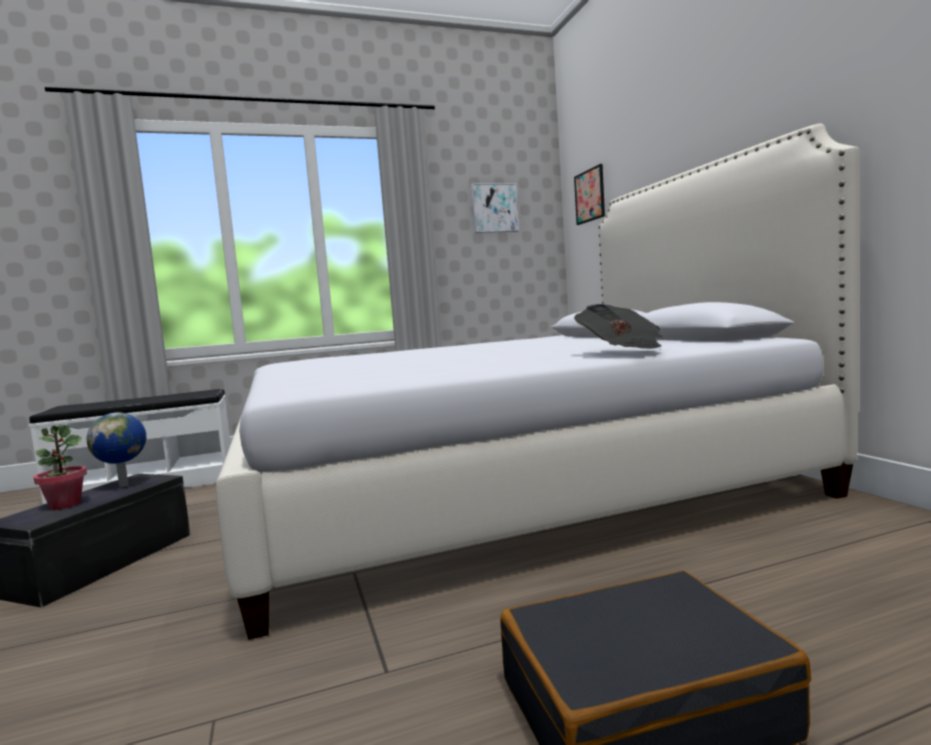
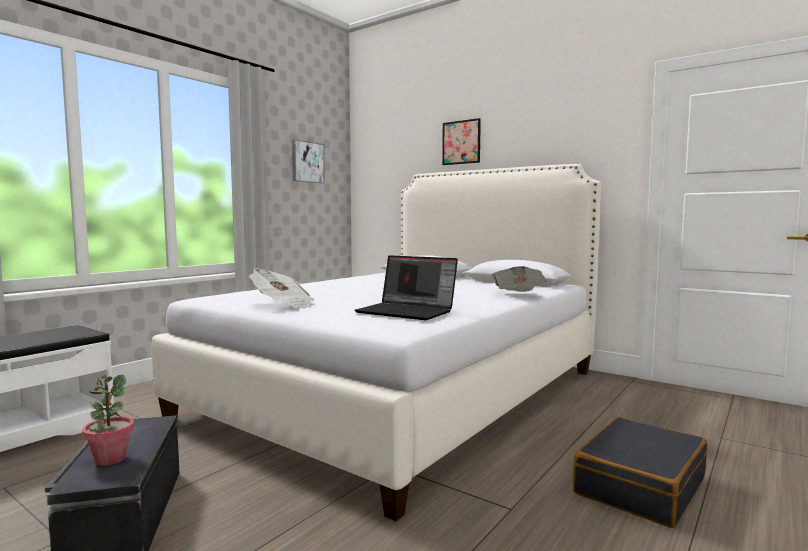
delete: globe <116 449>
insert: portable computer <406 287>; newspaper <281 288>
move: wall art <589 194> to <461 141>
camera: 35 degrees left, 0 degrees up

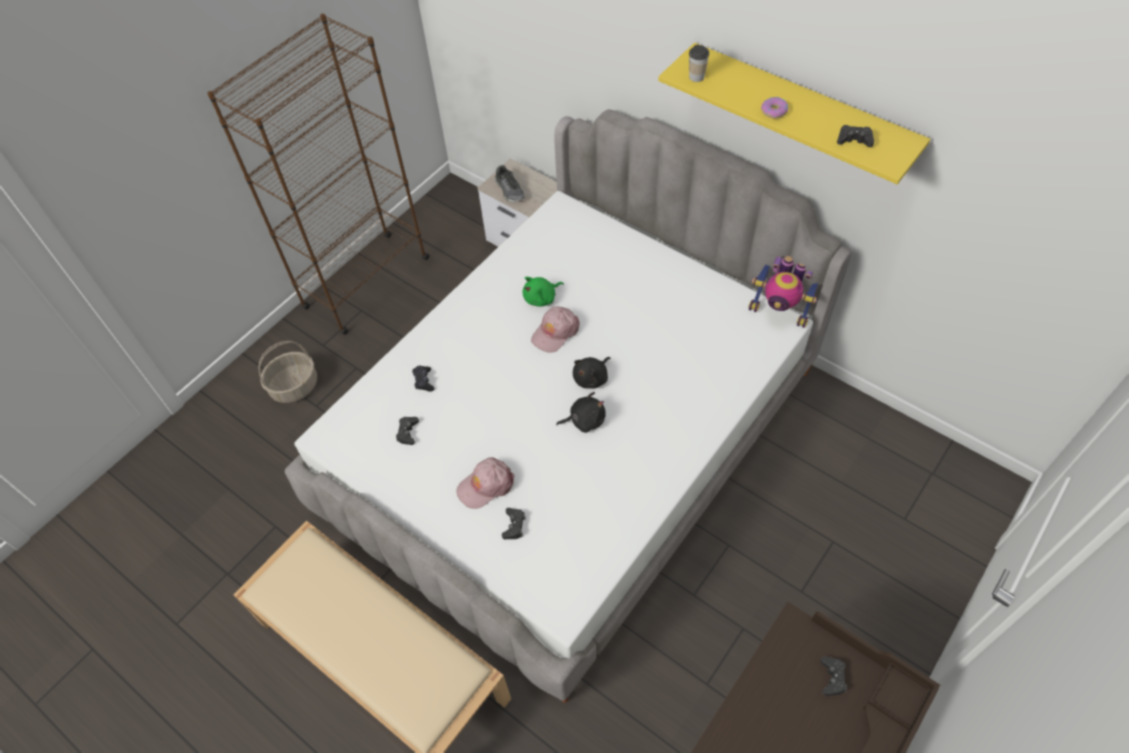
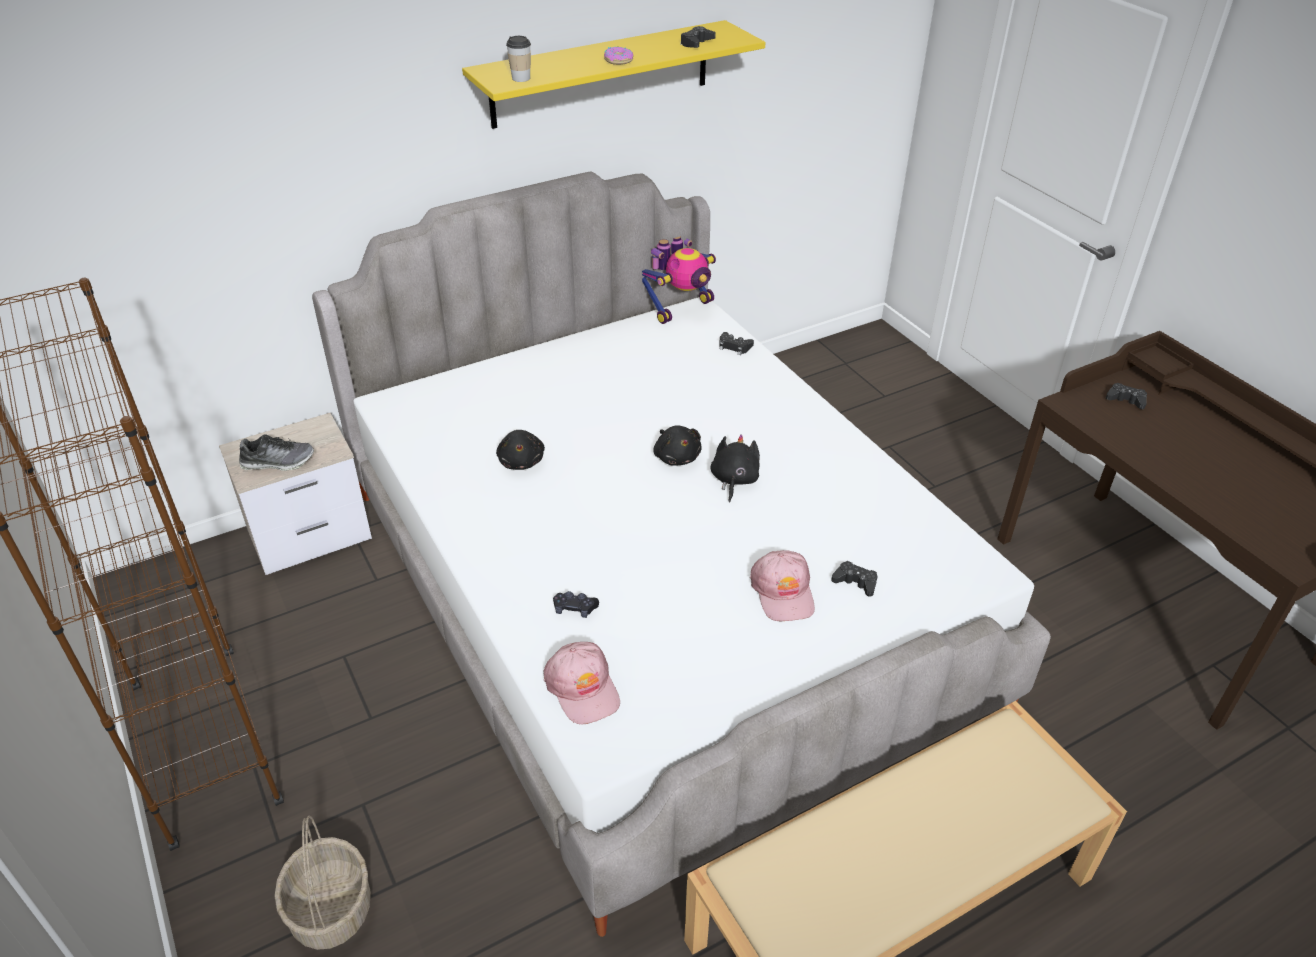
move: peaked cap (pink) <555 329> to <582 683>; joypad (blackish) <407 431> to <736 343>
recolor: soft toy (green-coloured) <543 292> to soft toy (blackish) <520 450>
camera: 70 degrees left, 15 degrees down

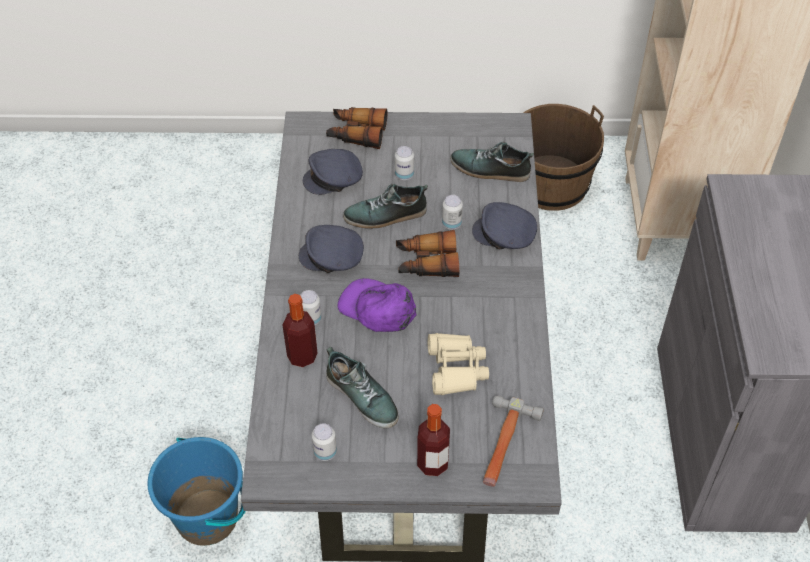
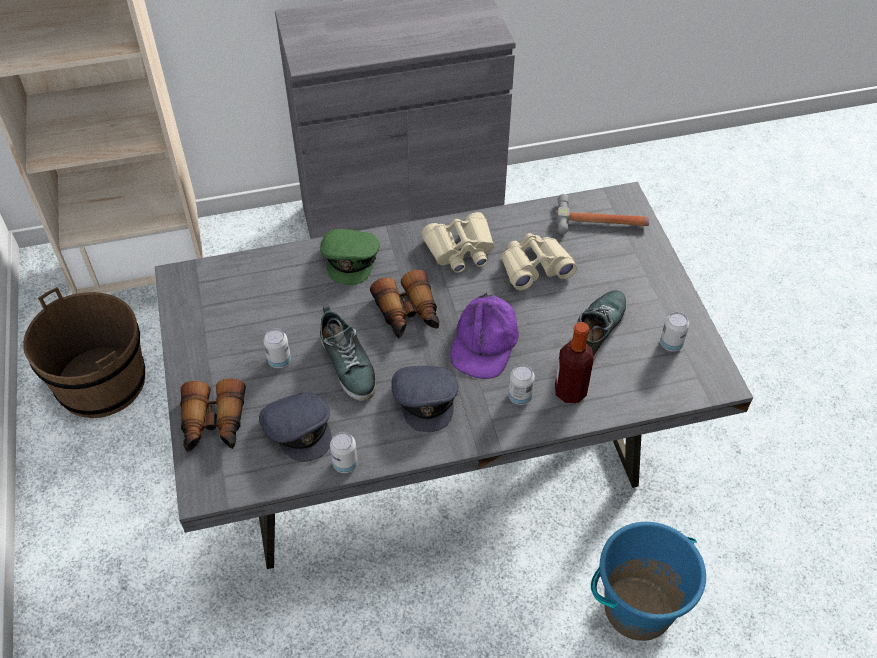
delete: shoe <492 161>; drink bottle <433 440>
insert: pair of binoculars (beige-coloured) <458 242>
move: metal can <452 212> to <344 452>
recolor: peaked cap (gray) <504 225> to peaked cap (green-coloured) <350 257>
camera: 105 degrees left, 0 degrees up

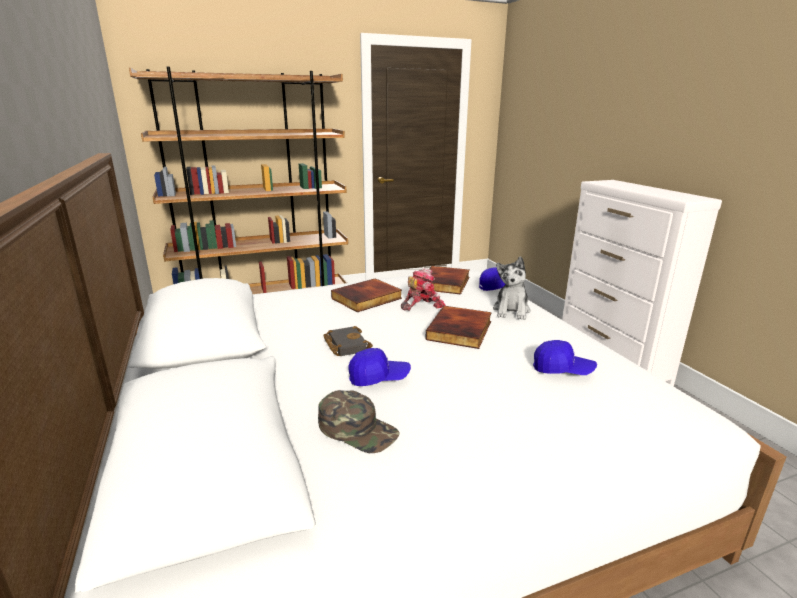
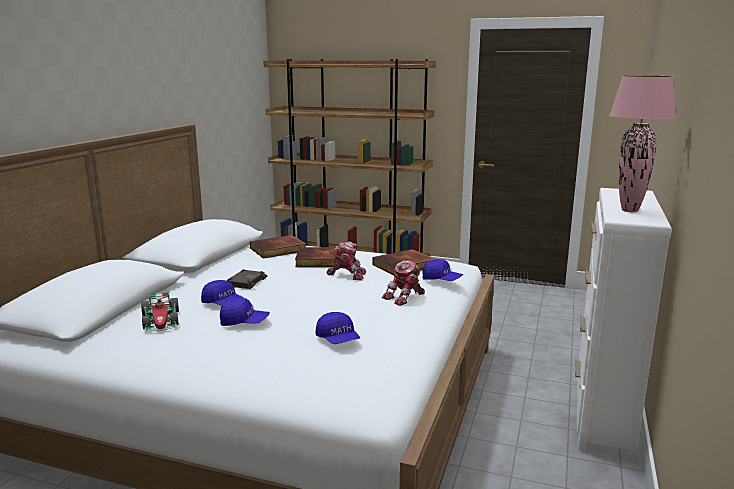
insert: tabletop lamp (pink) <642 144>; peaked cap (blue-coloured) <245 312>
move: book <459 327> to <278 246>
replace: soft toy <512 288> to robot figure <403 283>; peaked cap (green-coloured) <359 421> to model car <160 311>
camera: 40 degrees right, 5 degrees down

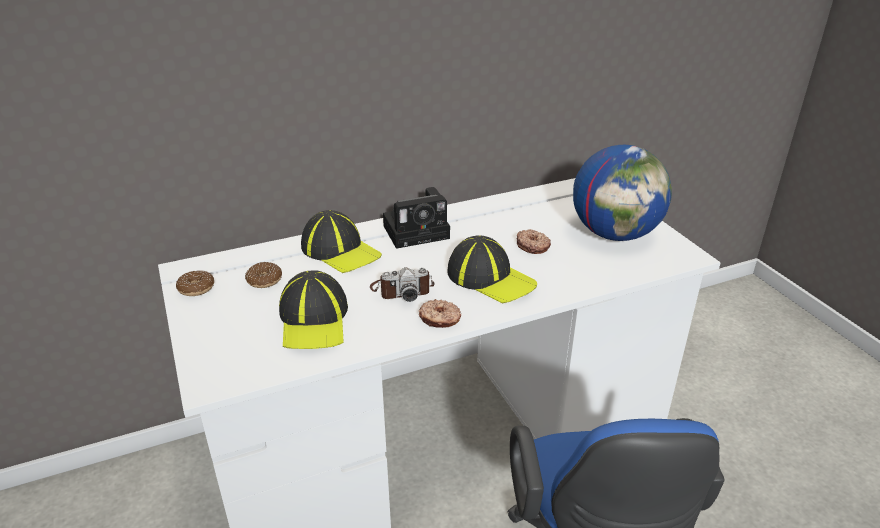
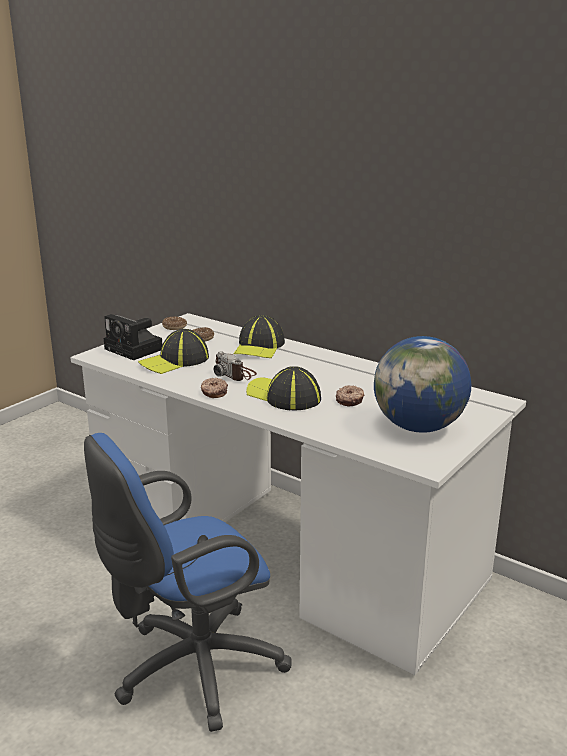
move: still camera <416 218> to <133 337>
rotate: peaked cap <492 269> = <283 388> 120 degrees clockwise
camera: 60 degrees right, 10 degrees down

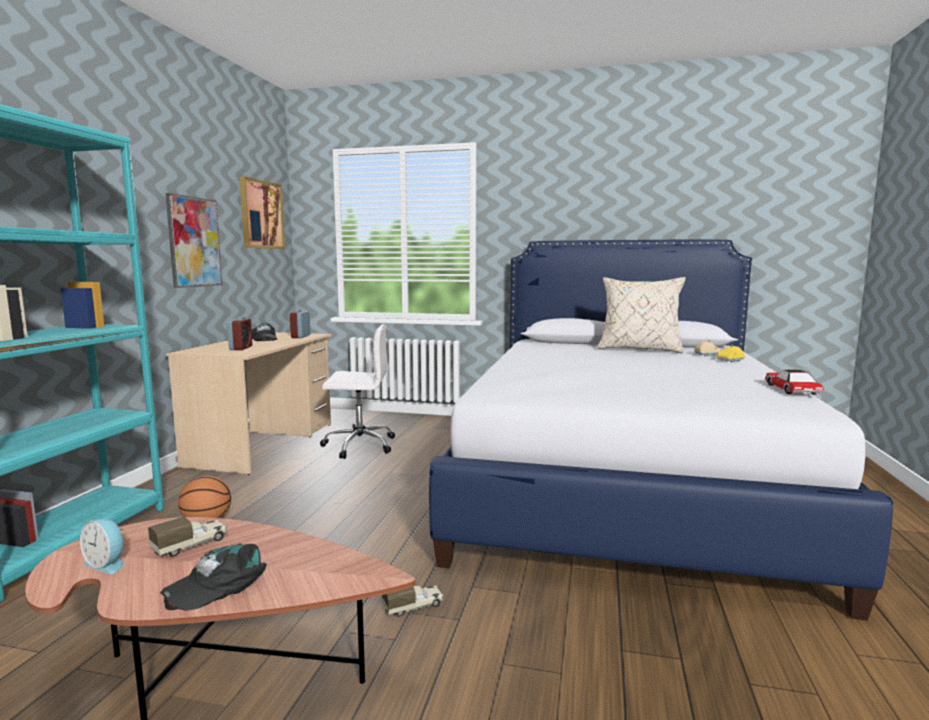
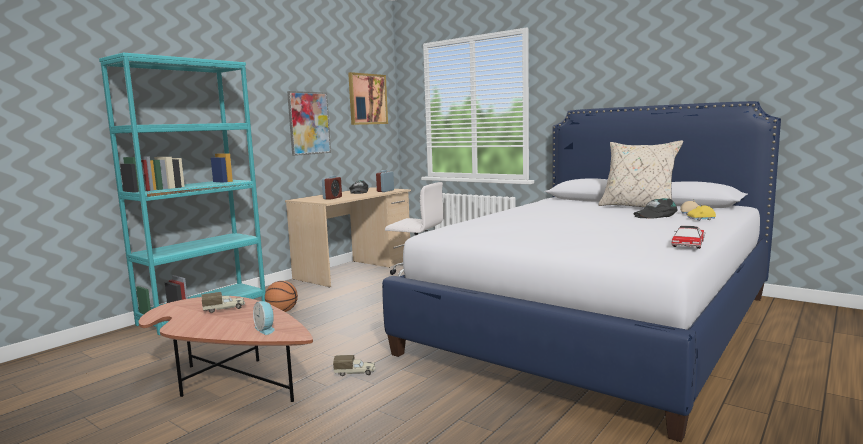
move: table clock <102 546> to <264 318>; peaked cap (blackish) <213 577> to <656 208>
camera: 25 degrees right, 0 degrees up

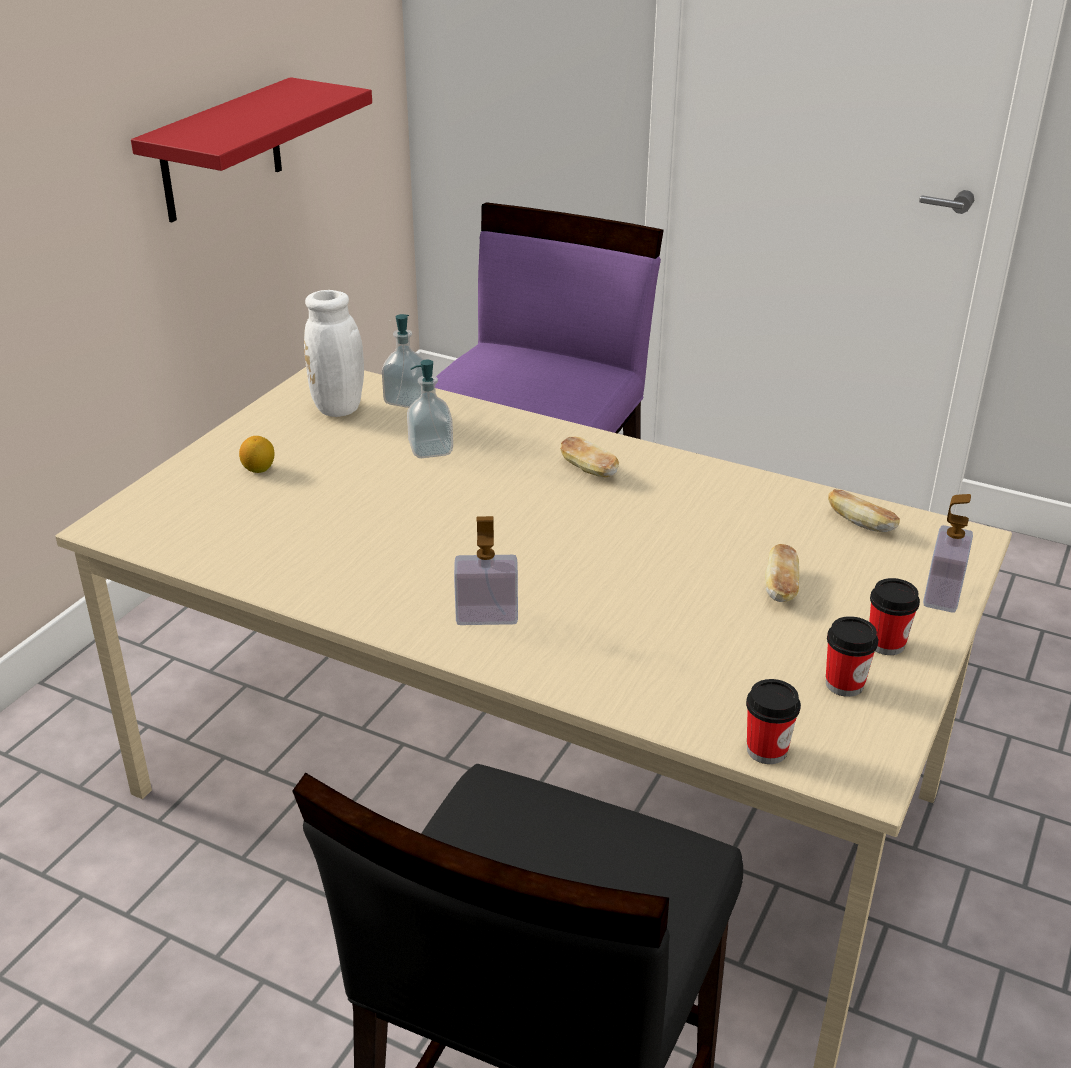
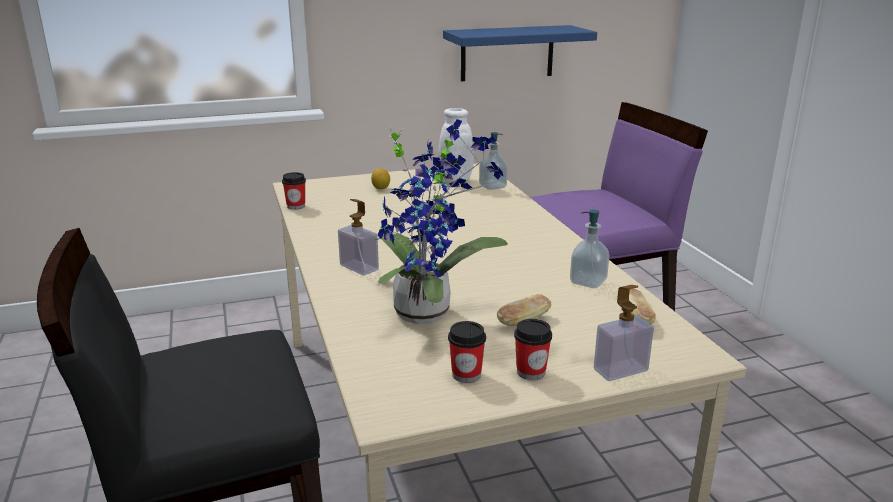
delete: bread <589 457>
insert: houseplant <441 221>
move: liquid soap bottle <430 409> to <589 249>; small cup <773 721> to <294 191>
recolor: bracket shelf (reddish) <251 149> to bracket shelf (blue-coloured) <520 53>
camera: 45 degrees right, 10 degrees down

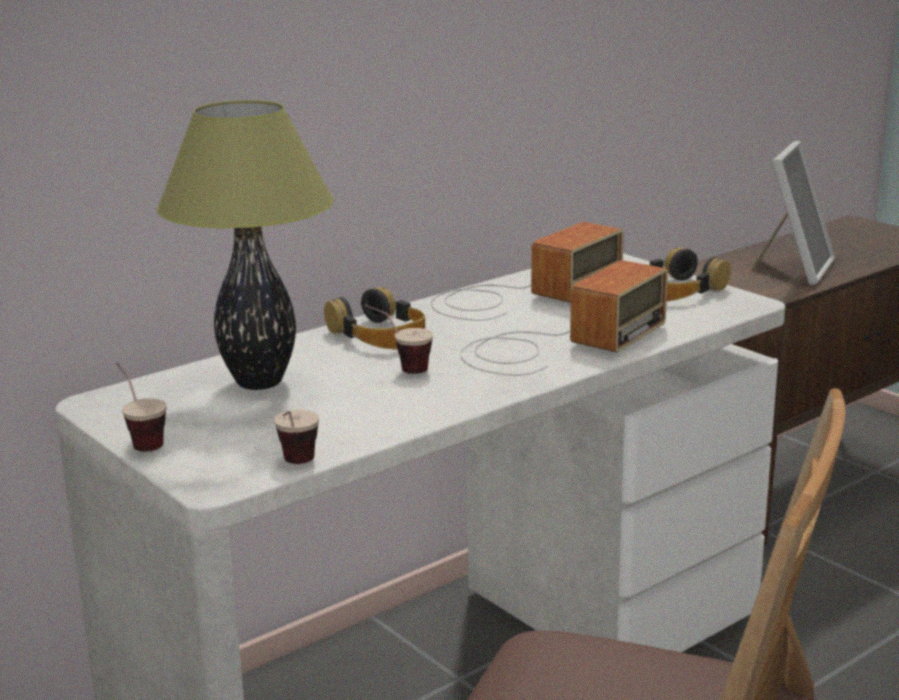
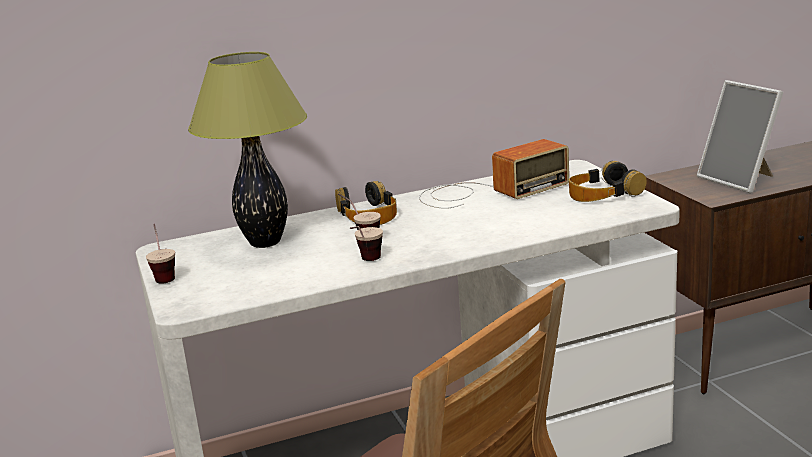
delete: radio <564 318>
move: small cup <296 437> to <366 243>
rotate: photo frame <792 213> = <740 136> 105 degrees clockwise
camera: 20 degrees right, 0 degrees up

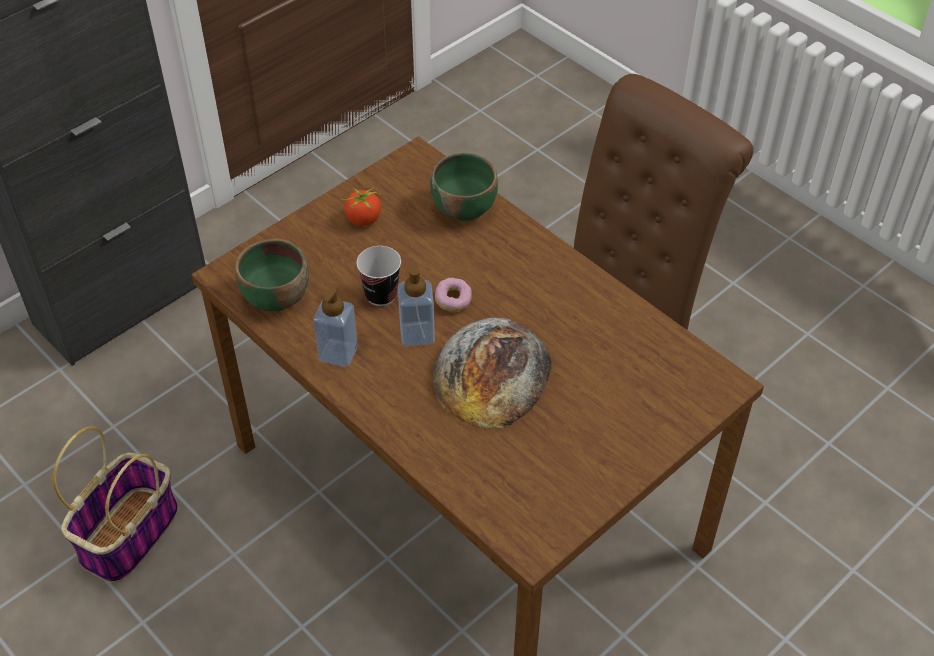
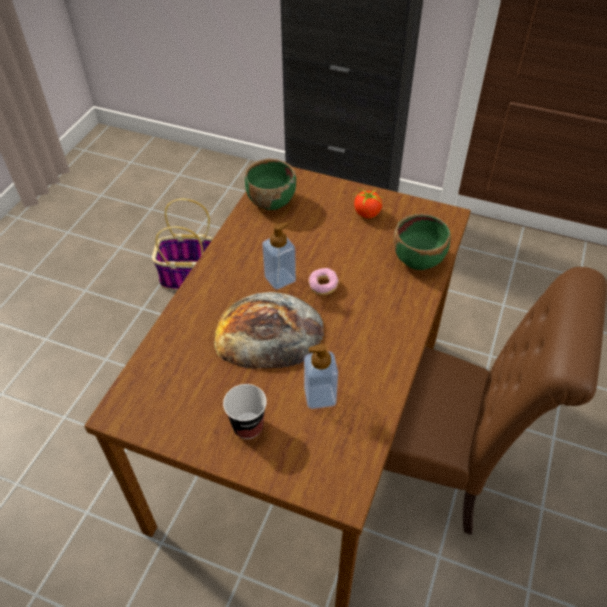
move: small cup <378 276> to <245 411>; liquid soap bottle <335 327> to <321 376>
camera: 65 degrees right, 0 degrees up

